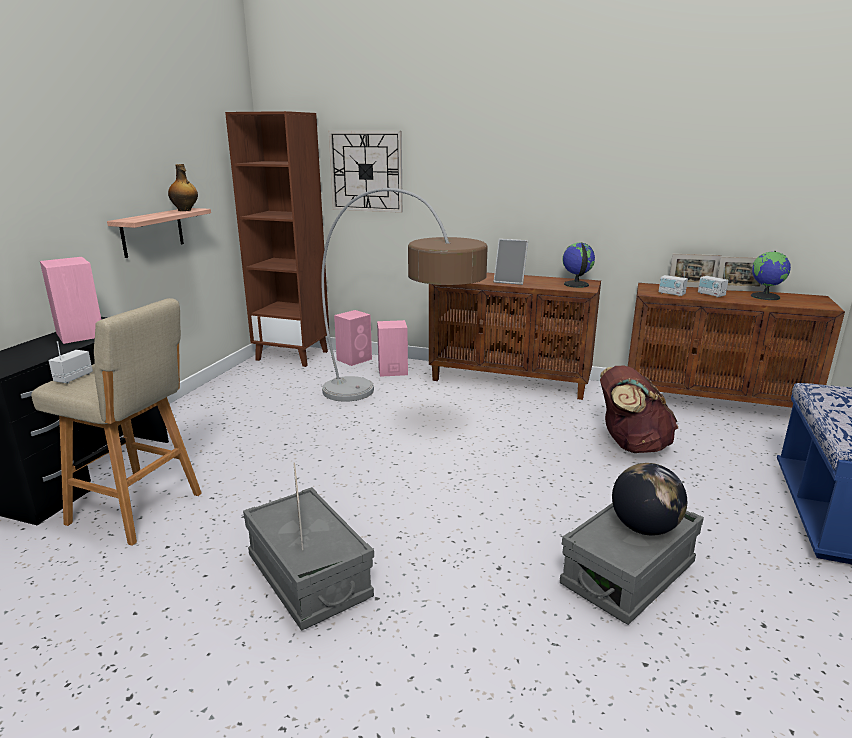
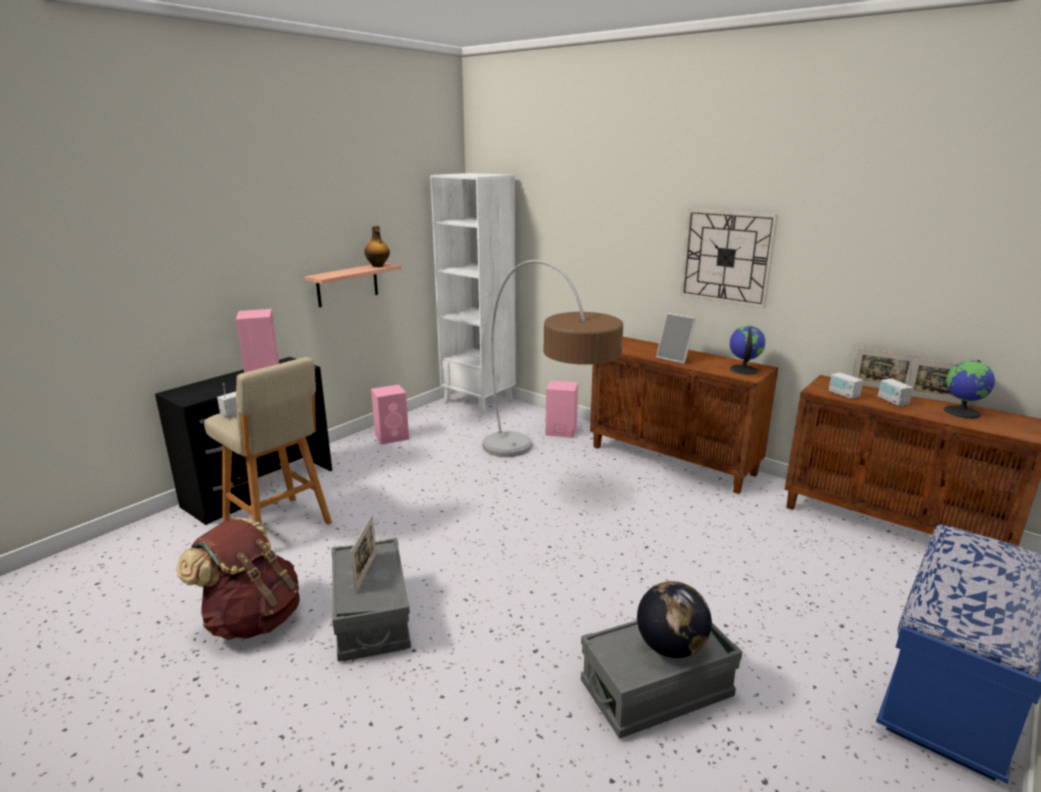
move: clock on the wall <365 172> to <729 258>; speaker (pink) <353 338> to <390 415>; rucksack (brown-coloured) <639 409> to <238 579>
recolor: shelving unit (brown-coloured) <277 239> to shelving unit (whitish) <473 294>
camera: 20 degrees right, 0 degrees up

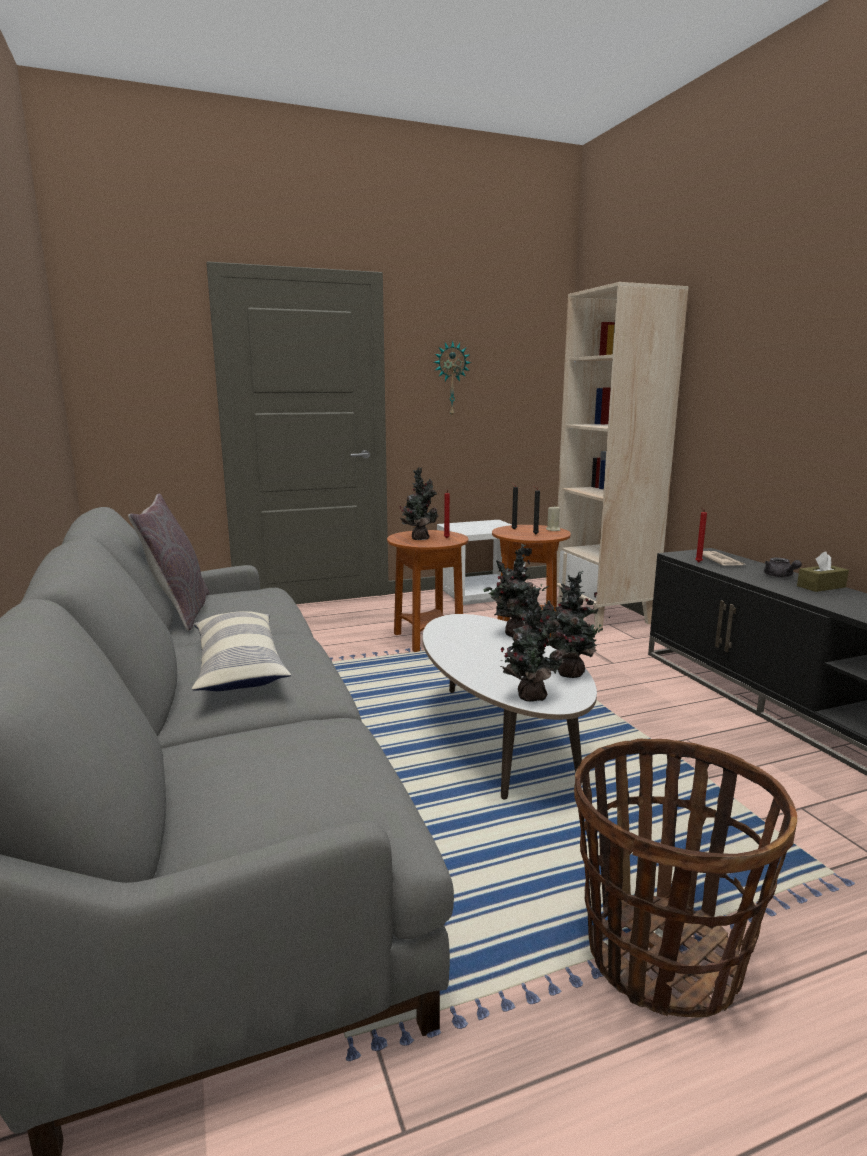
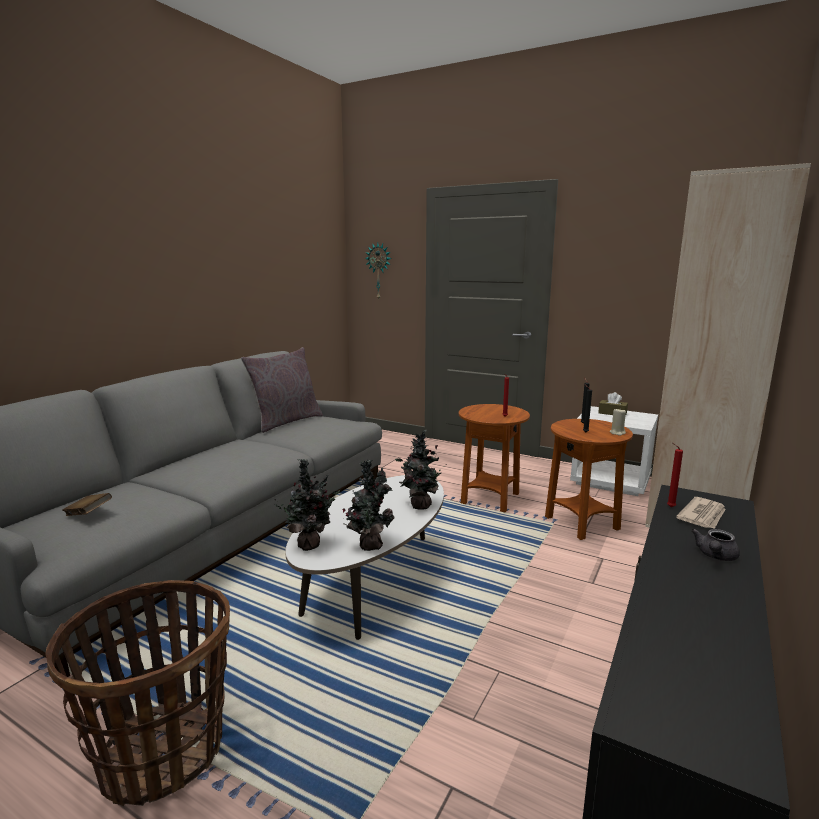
delete: houseplant <419 504>; pillow <241 651>
insert: book (brown-coloured) <87 504>
move: clock on the wall <452 378> to <378 271>; tissue box (brown-coloured) <823 571> to <613 404>
camera: 50 degrees right, 0 degrees up

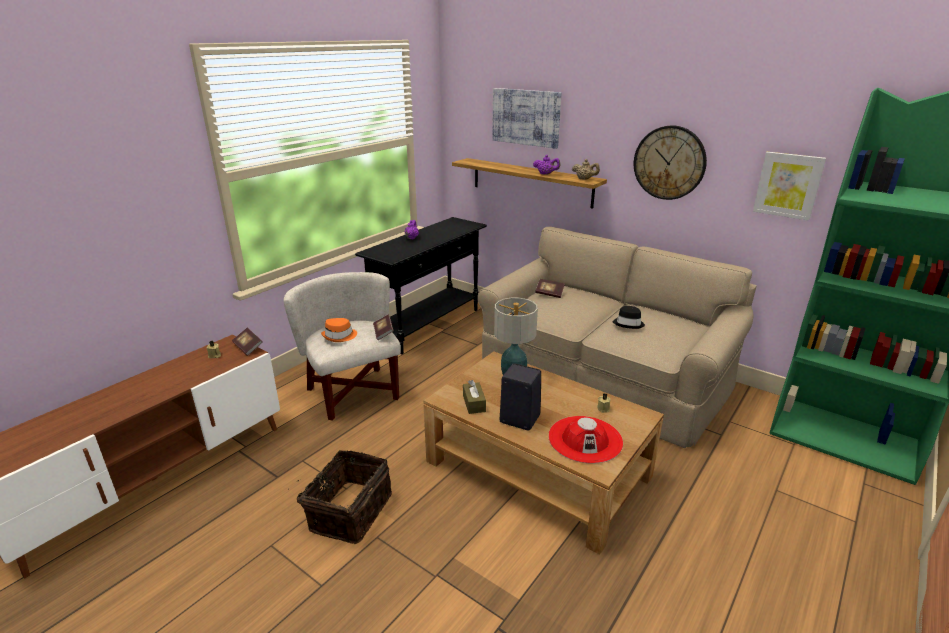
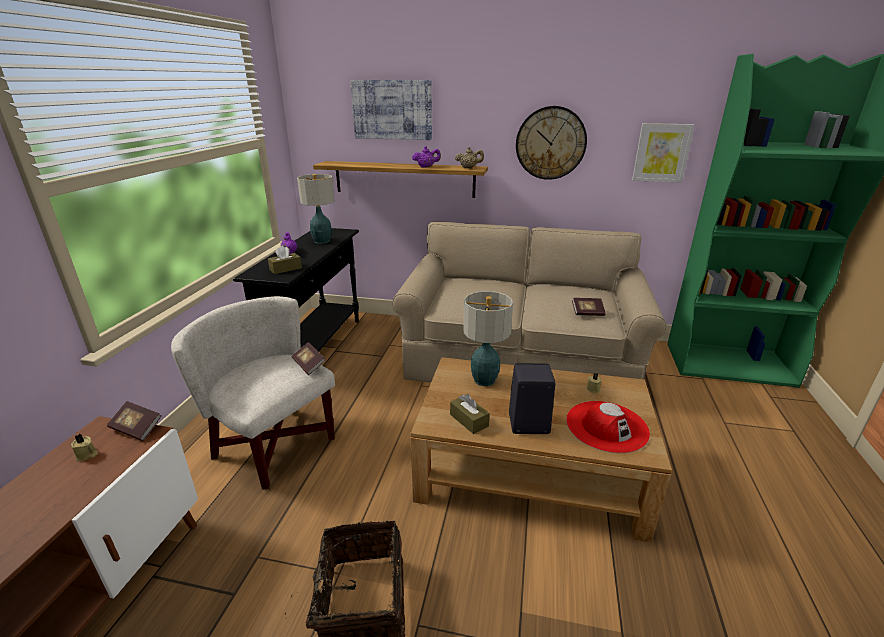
delete: wearable hat (blackish) <629 317>; wearable hat (orange) <339 330>
insert: tabletop lamp <315 209>; tissue box (brown-coloured) <285 260>
move: book <550 288> to <589 307>
camera: 25 degrees left, 0 degrees up

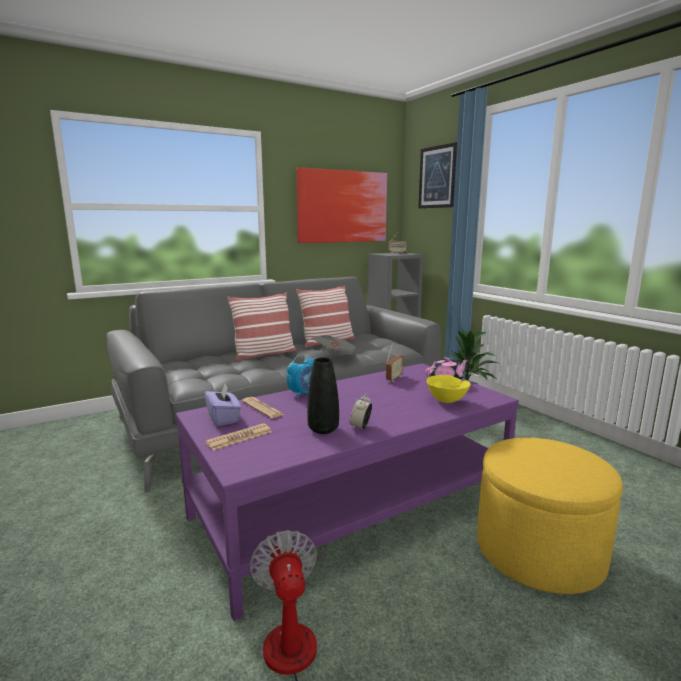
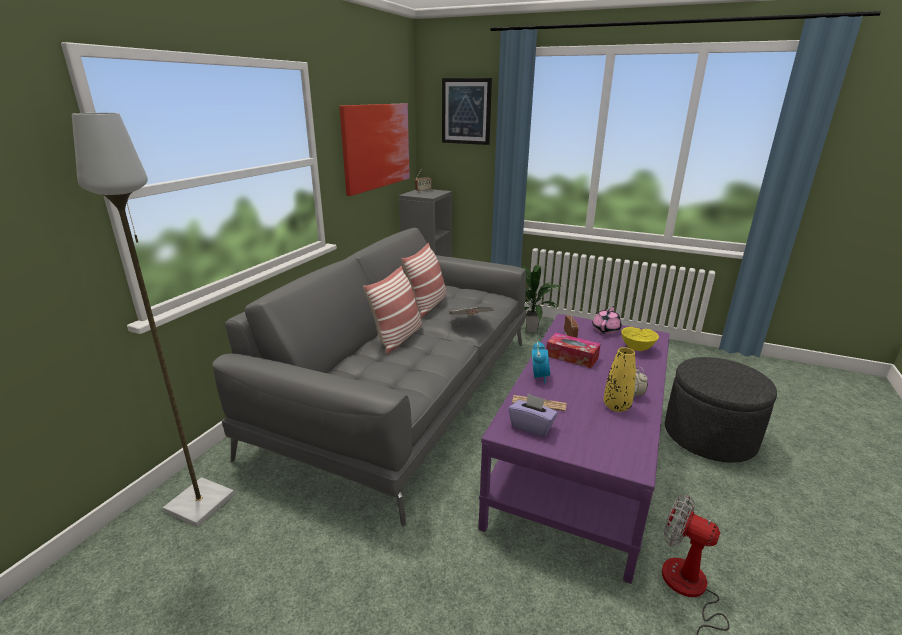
delete: newspaper <238 436>
insert: floor lamp (gray) <153 320>; tissue box <573 350>
recolor: vase (blackish) <323 396> to vase (yellow-coloured) <620 379>; ottoman (yellow-coloured) <550 516> to ottoman (gray) <721 410>
camera: 35 degrees left, 10 degrees up

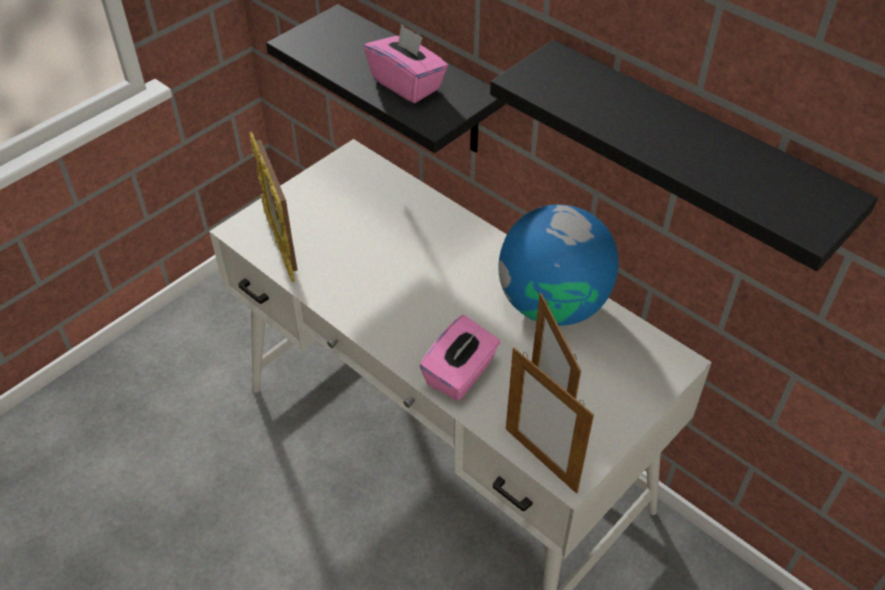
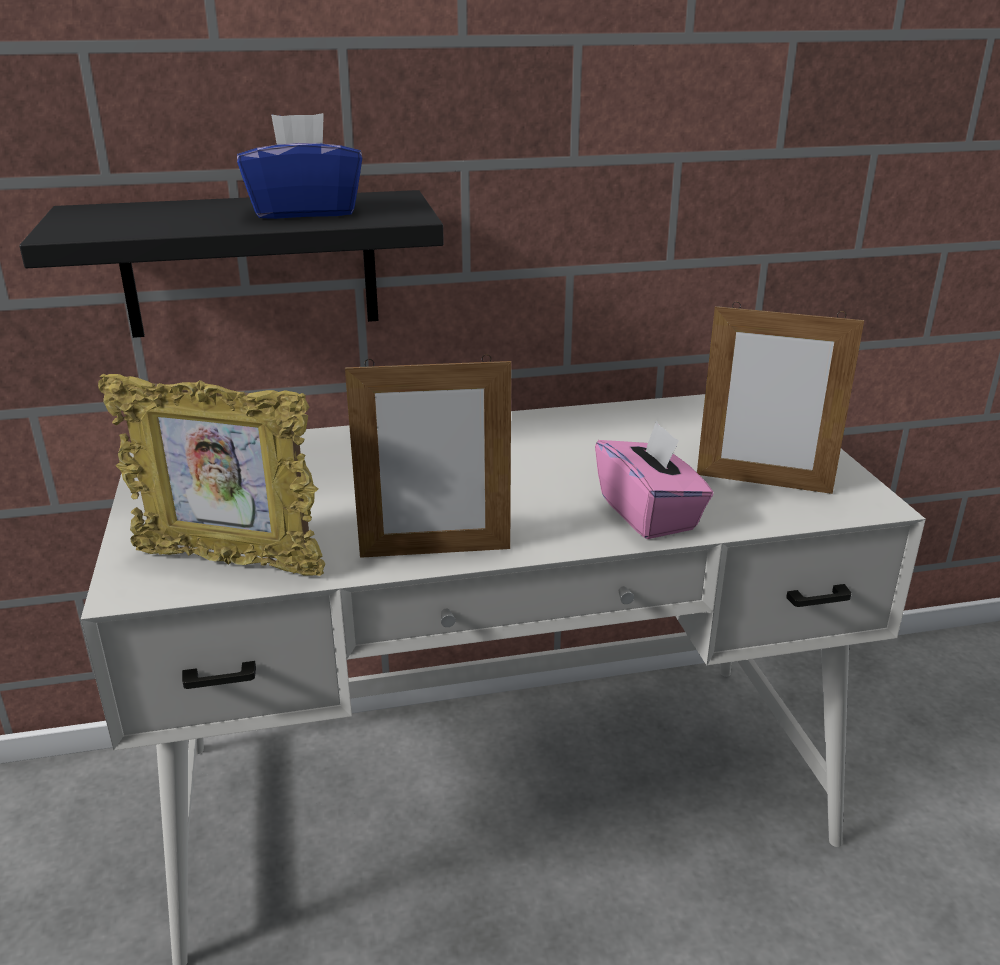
delete: bracket shelf (blackish) <684 155>; globe <558 265>
move: photo frame <550 420> to <428 456>
recolor: tissue box (pink) <406 63> to tissue box (blue-coloured) <299 166>
camera: 55 degrees left, 20 degrees down

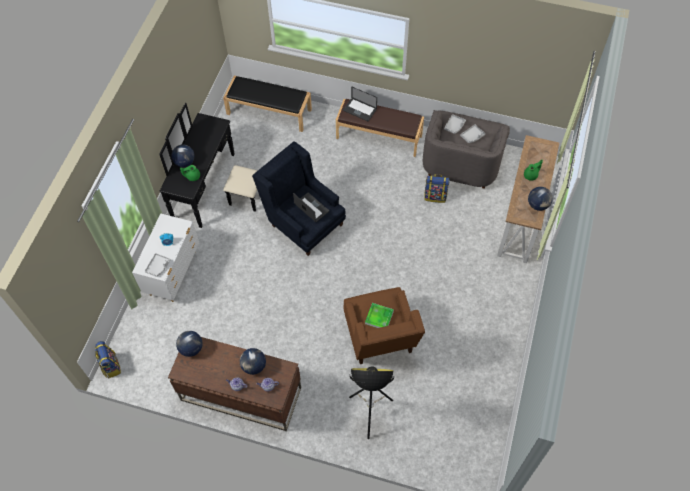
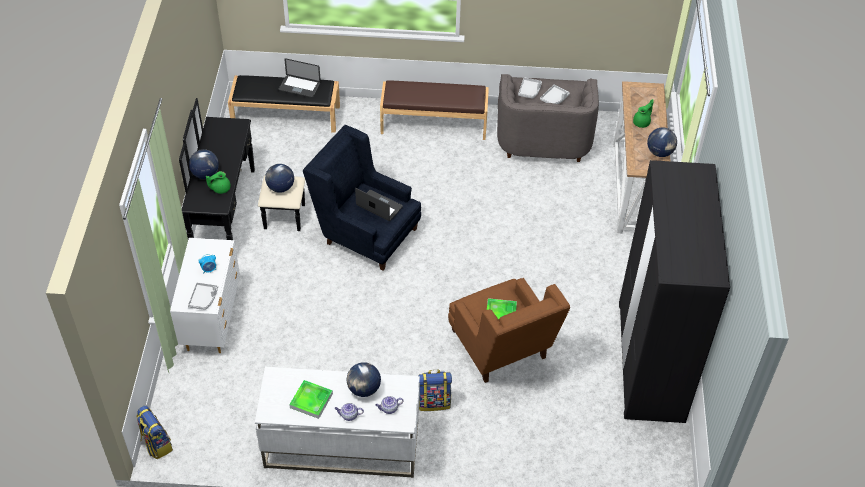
delete: floor lamp <371 402>
insert: clothes cupboard (blackish) <674 291>; carrying tray <311 399>
move: portable computer <360 104> to <300 78>; rucksack <436 188> to <435 390>; globe <189 344> to <279 178>
recolor: desk table (brown-coloured) <234 384> to desk table (whitish) <337 422>
camera: 15 degrees left, 10 degrees down

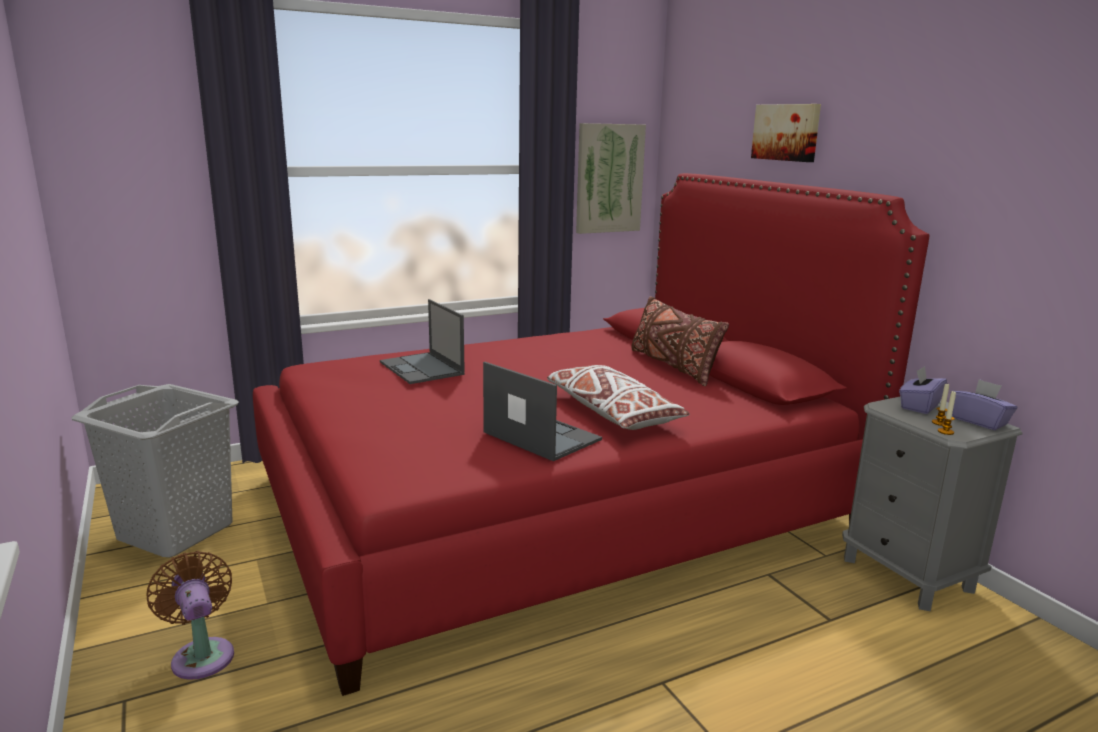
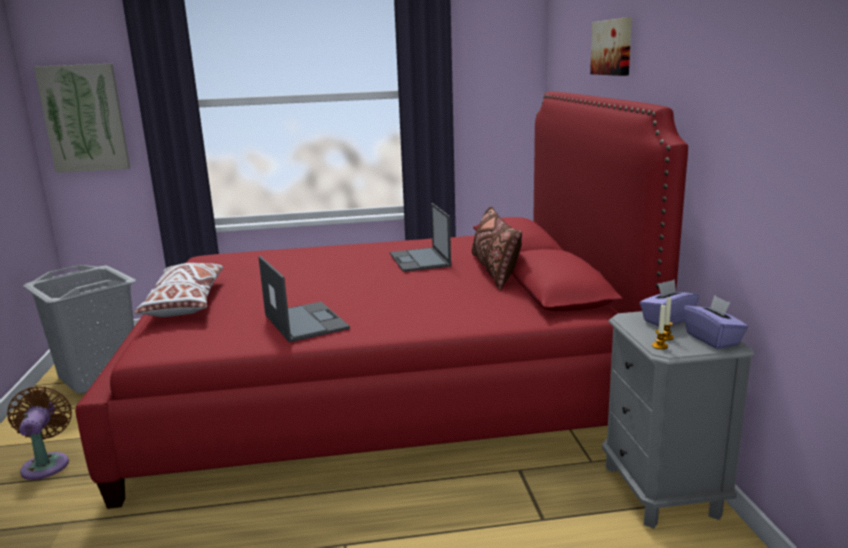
move: wall art <611 178> to <82 118>; portable computer <422 341> to <420 237>; pillow (whitish) <618 397> to <178 290>
camera: 20 degrees right, 0 degrees up

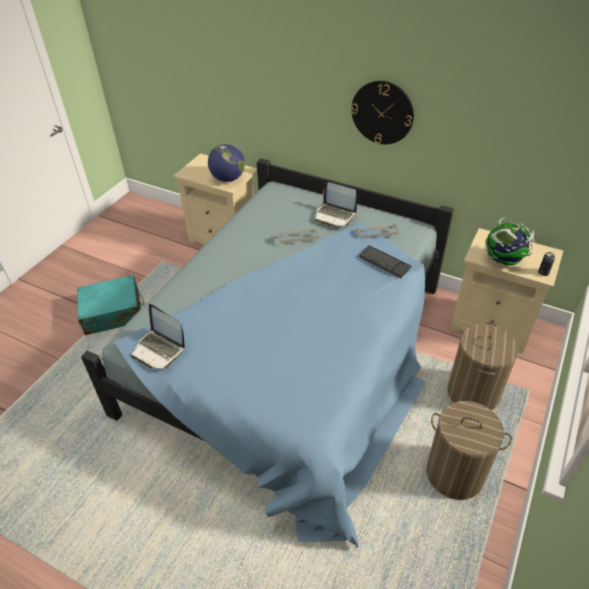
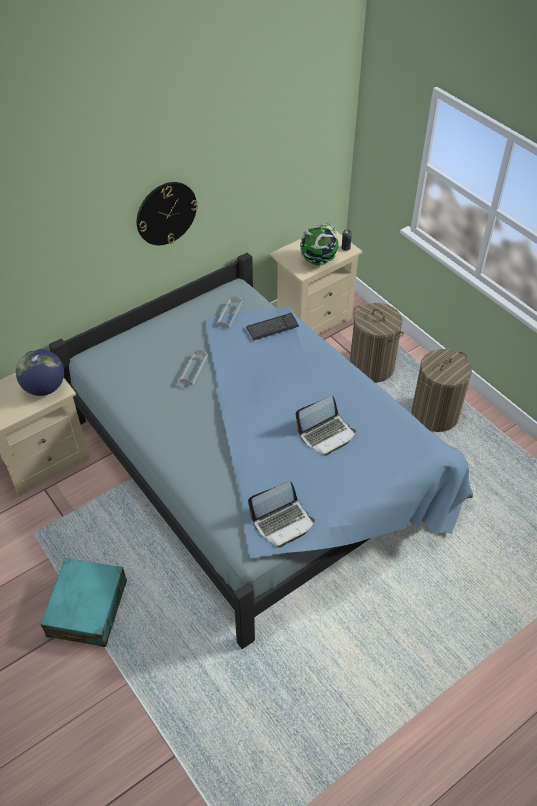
move: portable computer <336 203> to <326 425>
camera: 65 degrees left, 5 degrees up

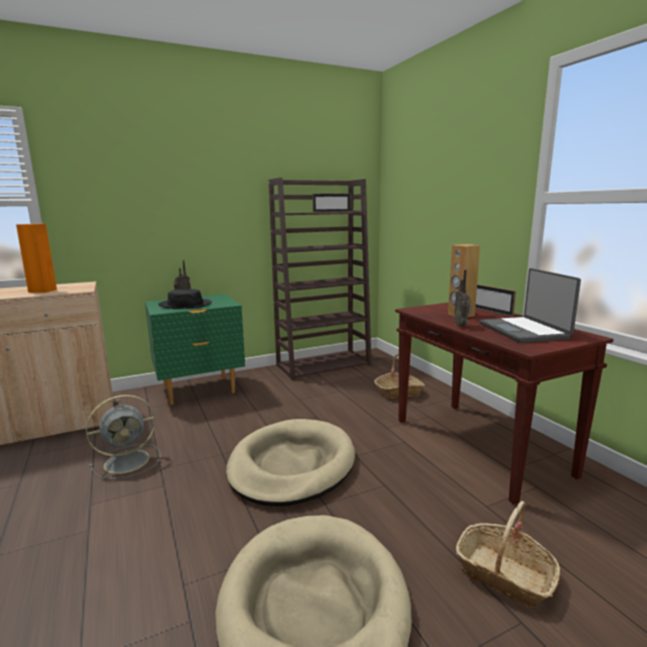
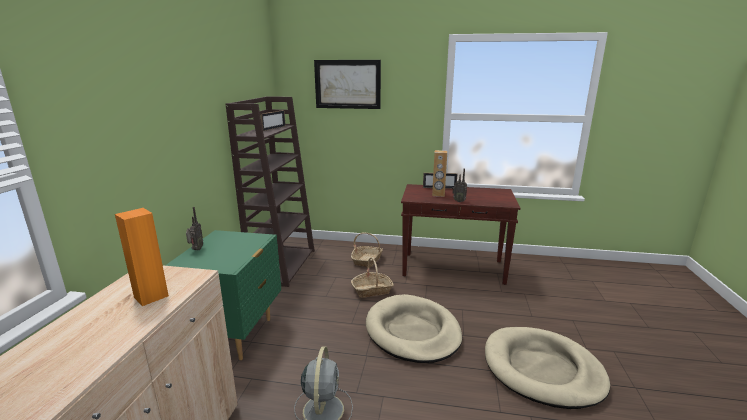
delete: portable computer <530 305>; wearable hat (blackish) <185 299>
insert: wall art <347 84>
move: storage basket <508 554> to <372 277>
camera: 55 degrees left, 5 degrees up

